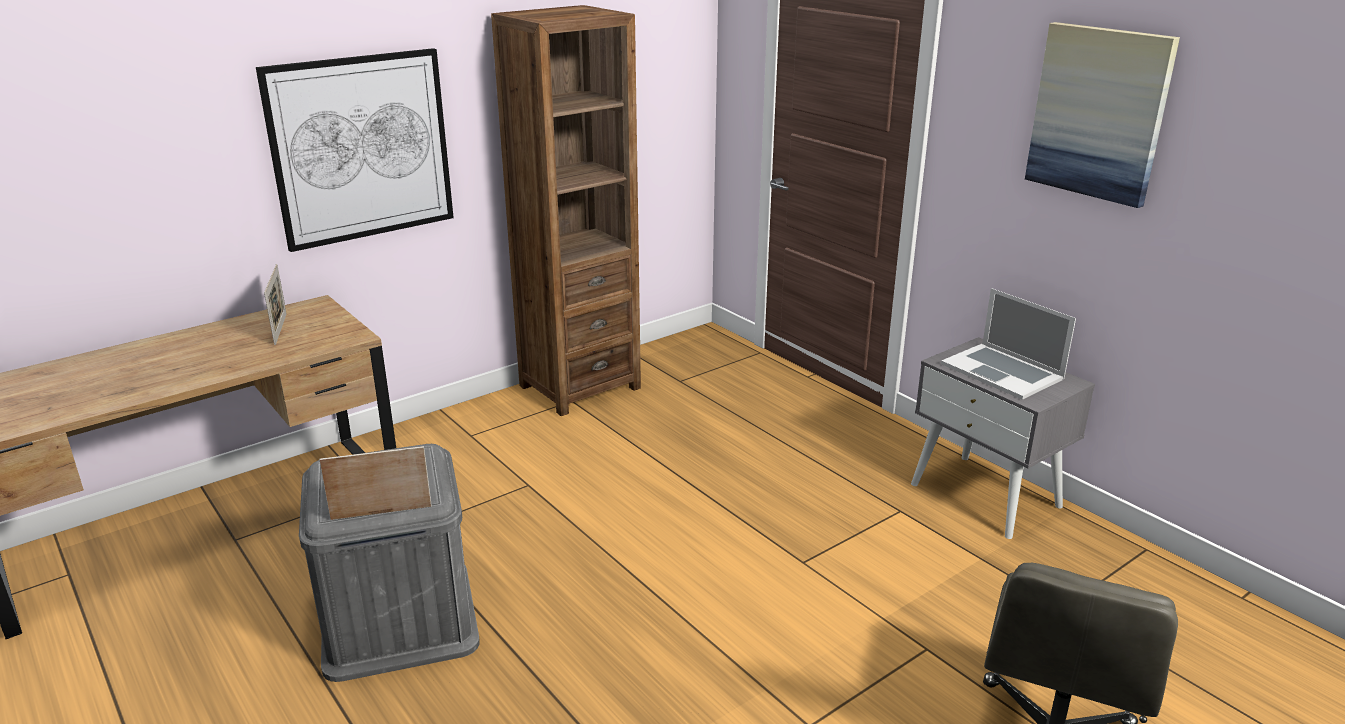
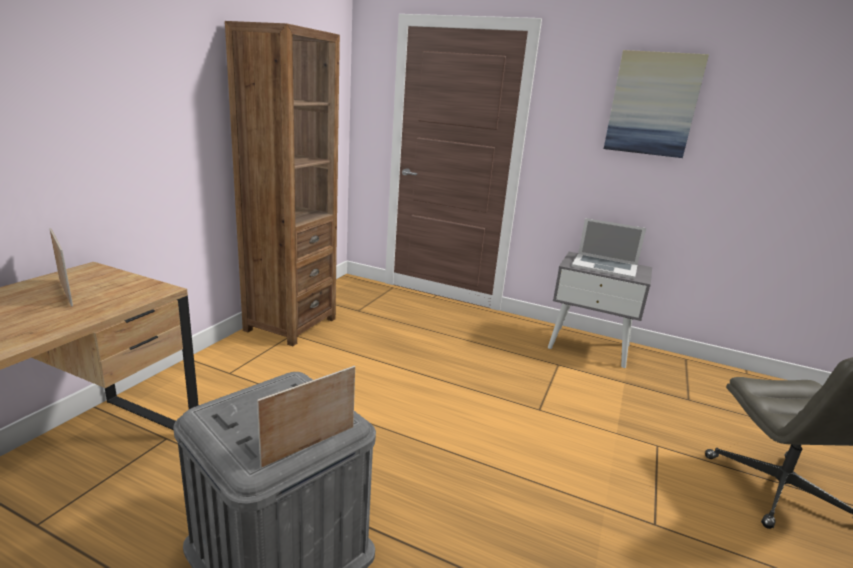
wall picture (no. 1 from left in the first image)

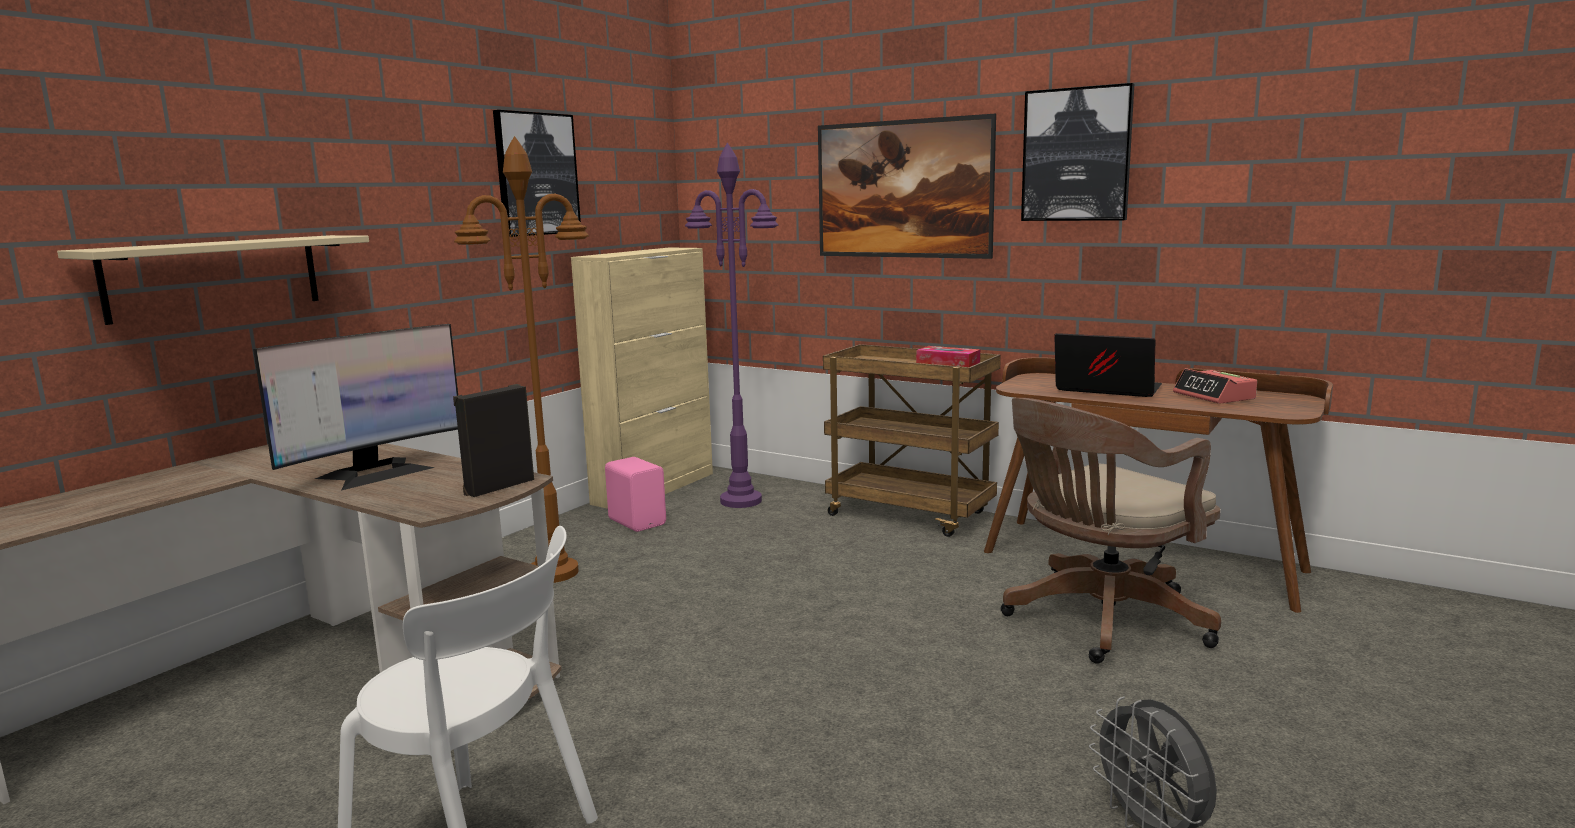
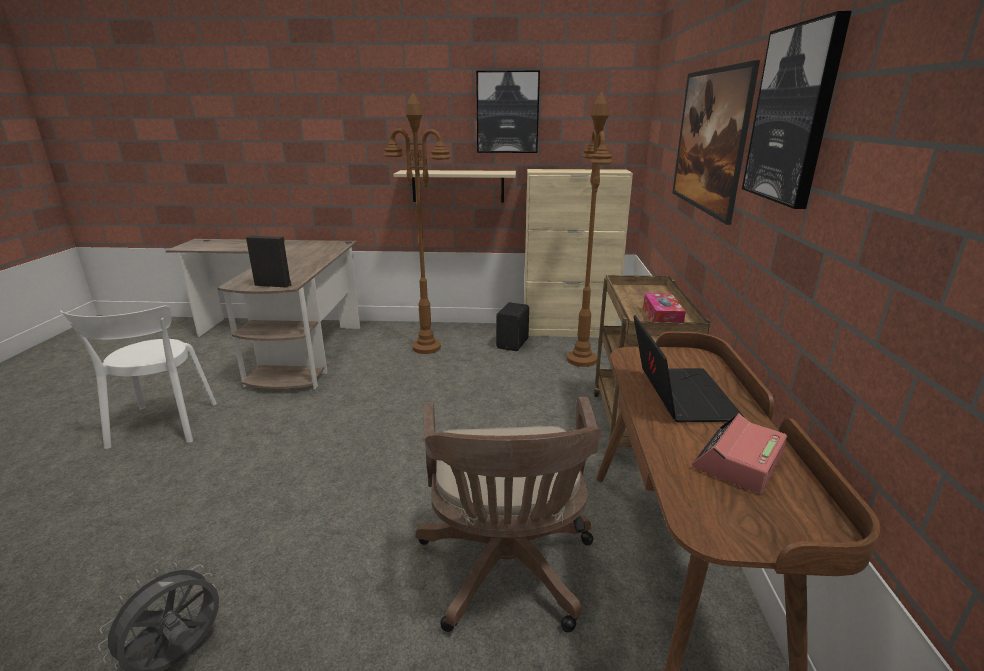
beige-coloured shelf
brownish office chair
blackish speaker (no. 2 from left)
brownish standard lamp (no. 2 from left)
computer screen

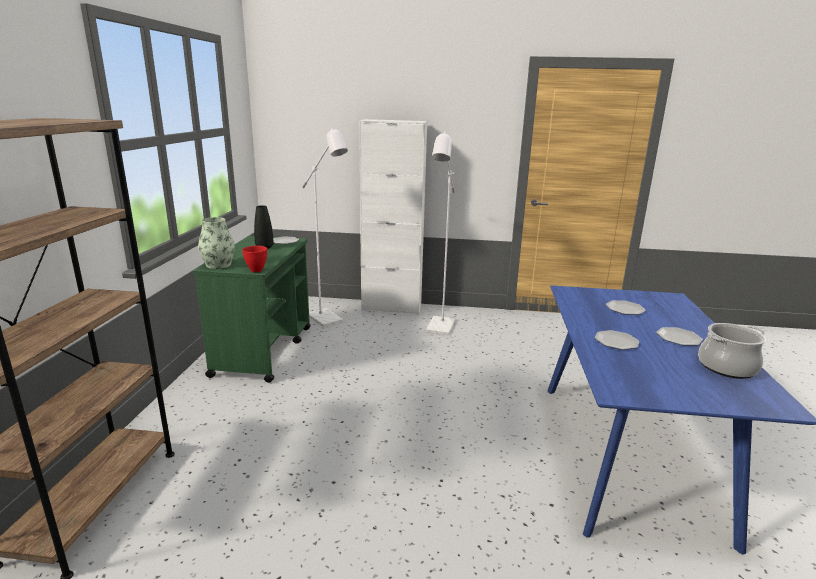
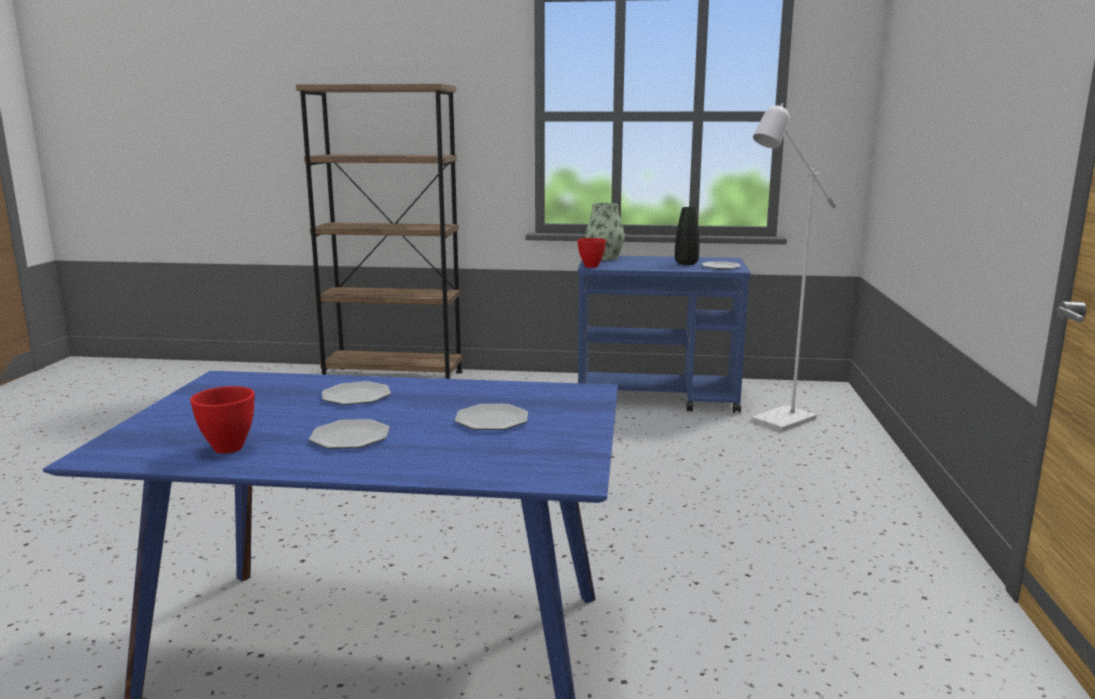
red serving bowl (no. 1 from left)
blue-coloured trolley
whitish cupboard
whitish standard lamp (no. 2 from left in the first image)

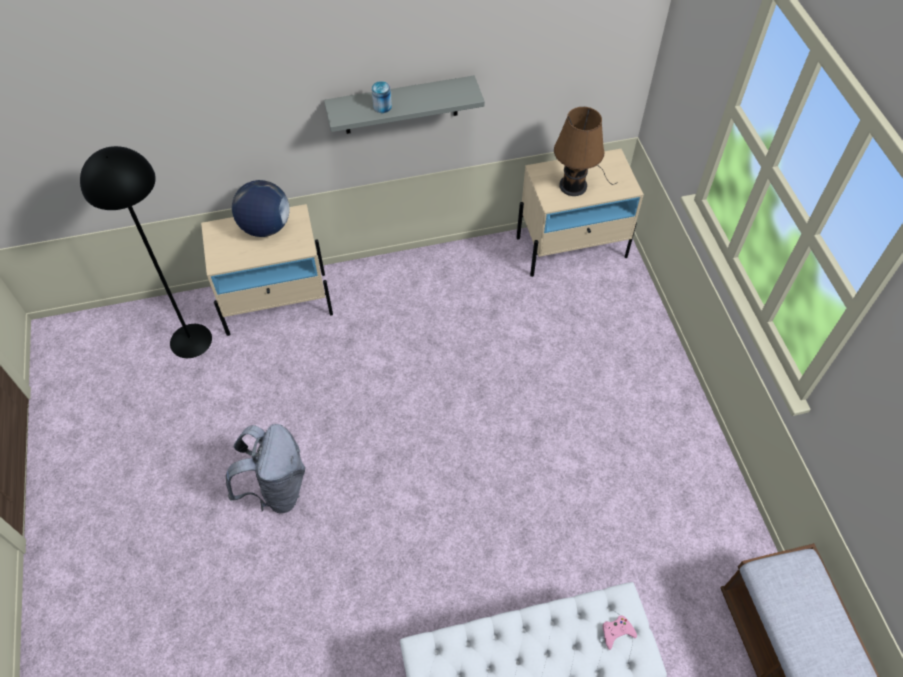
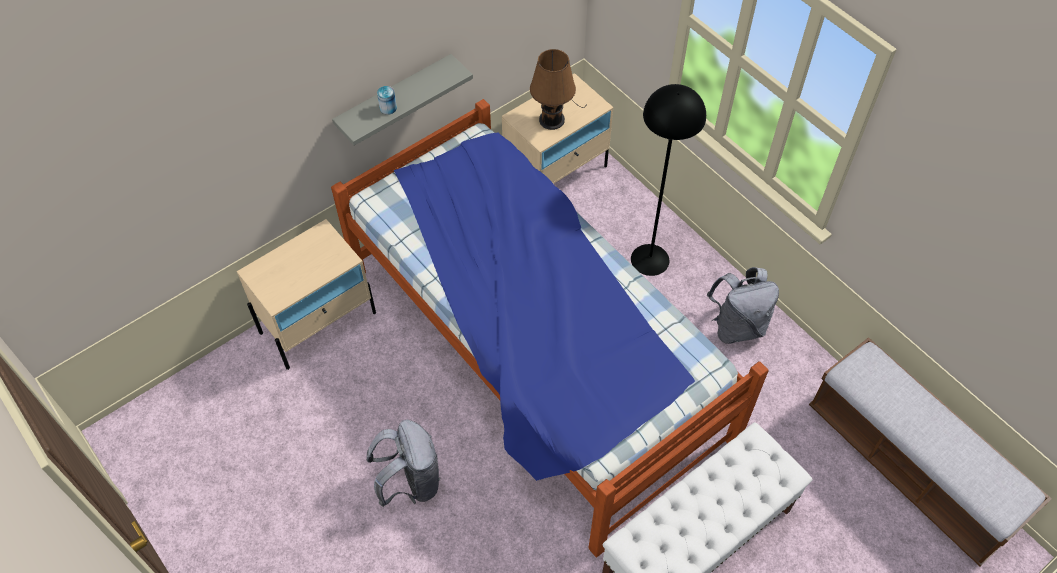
sleeping bed
blackish standard lamp
grey backpack (no. 2 from left)
desk globe
pink-coloured gamepad

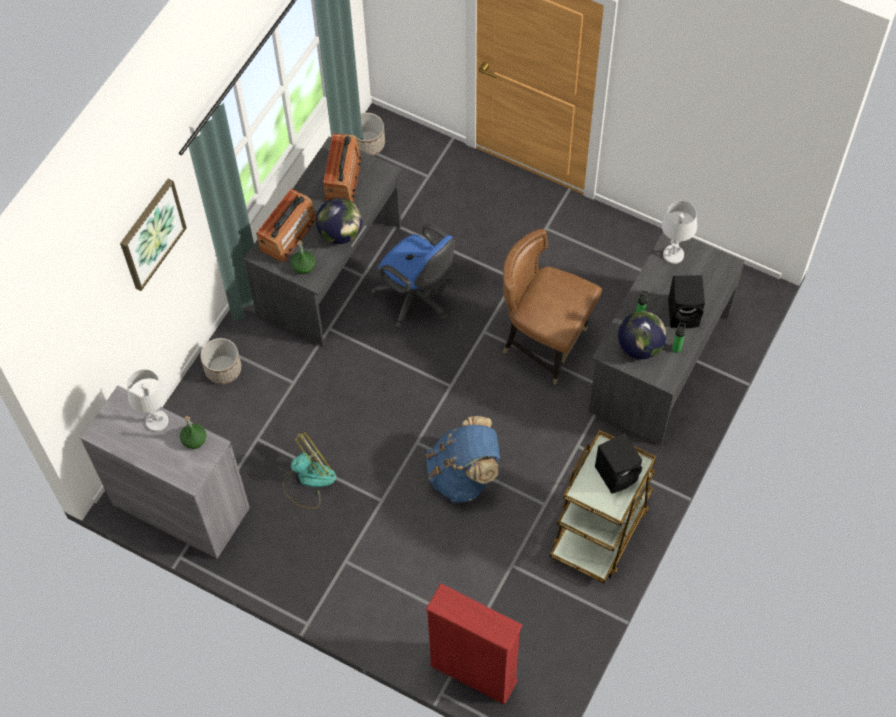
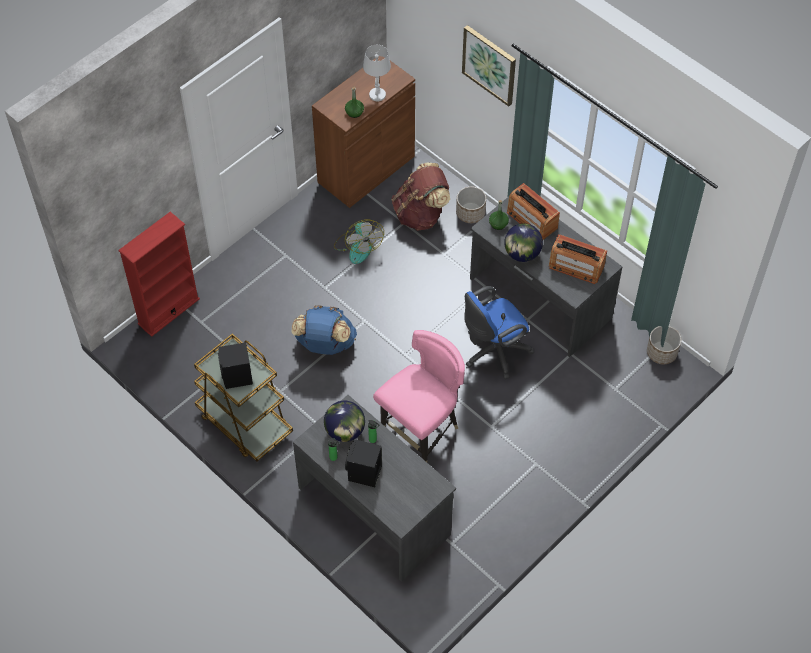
brownish cupboard
pink-coloured plain chair
brownish backpack
whitish table lamp (no. 2 from left in the first image)

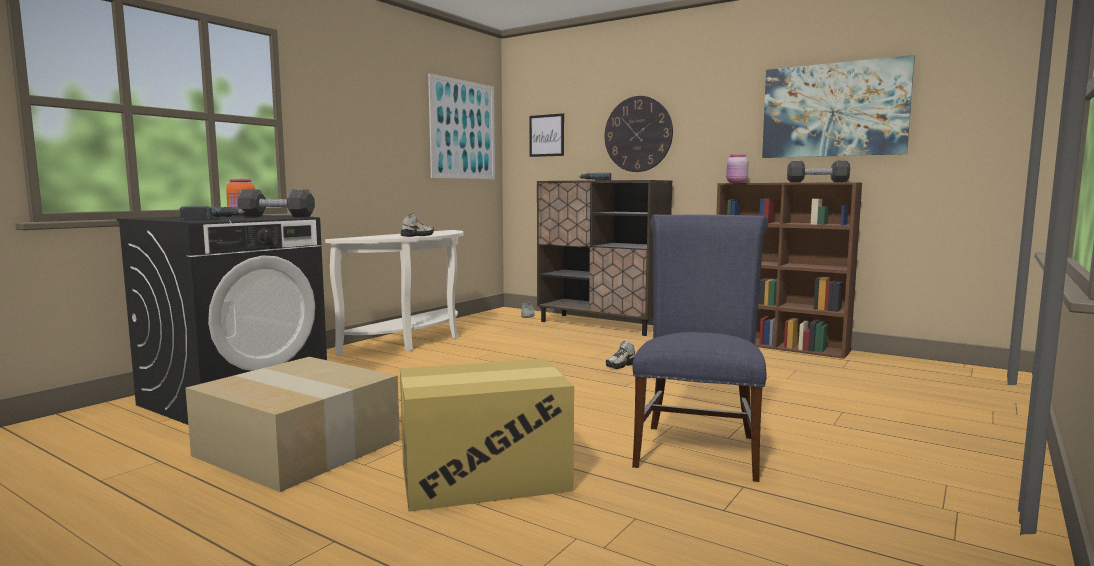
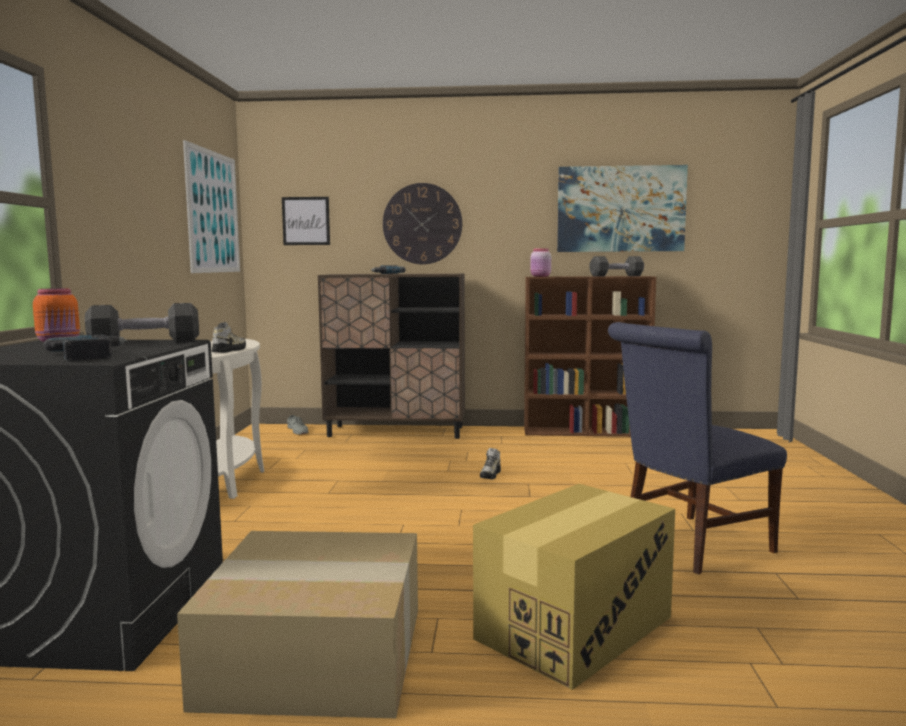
blue-coloured plain chair

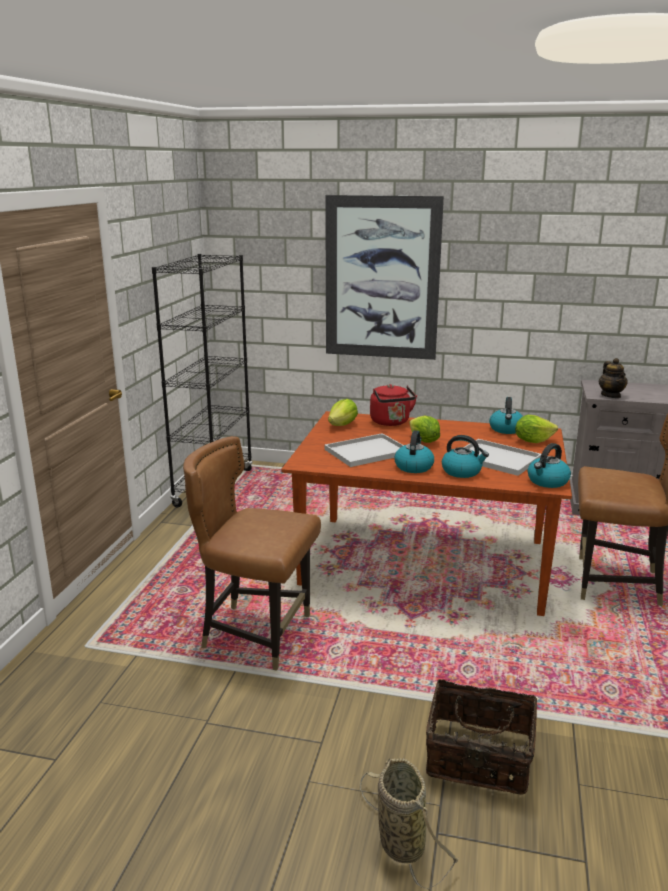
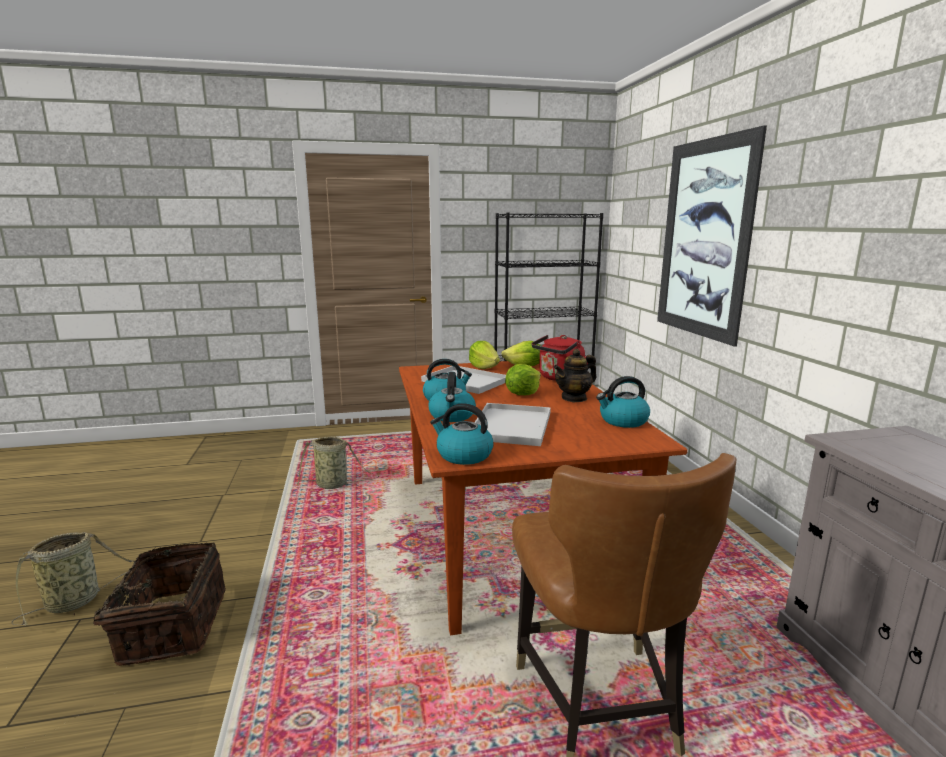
storage basket (no. 3 from left)
lettuce (no. 1 from left)
pot for tea

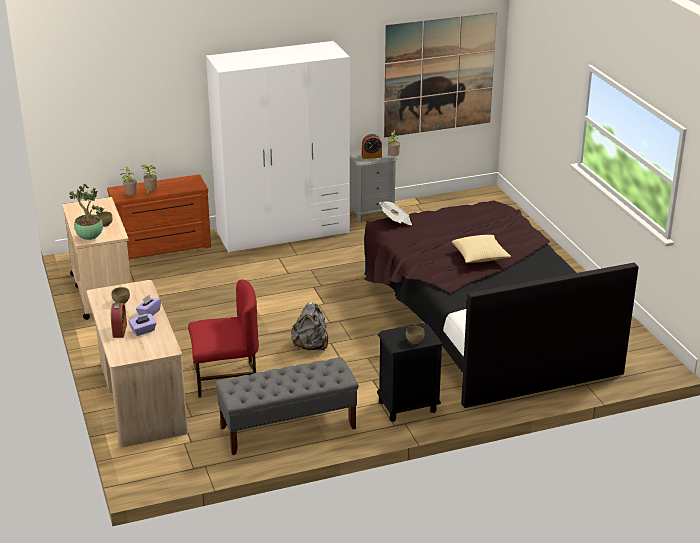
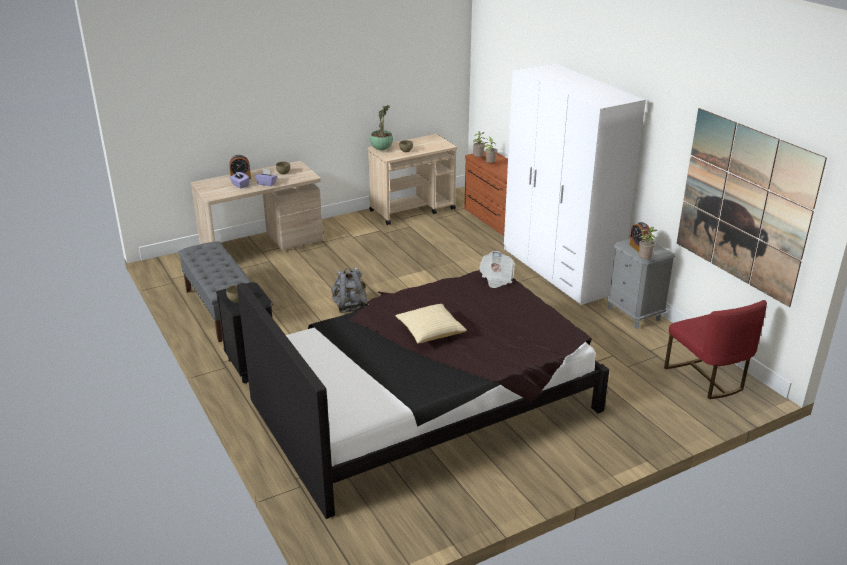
red plain chair

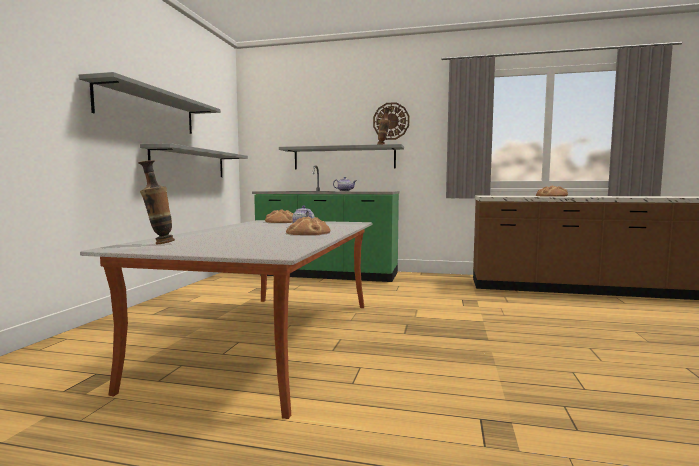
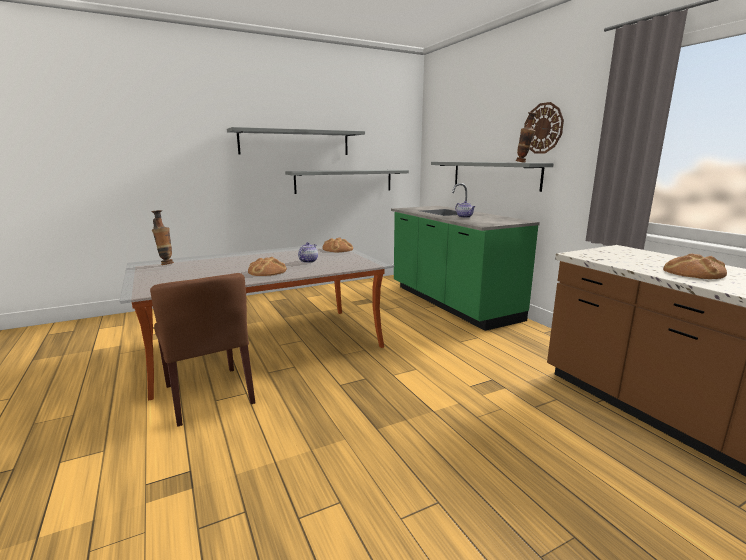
brownish plain chair

